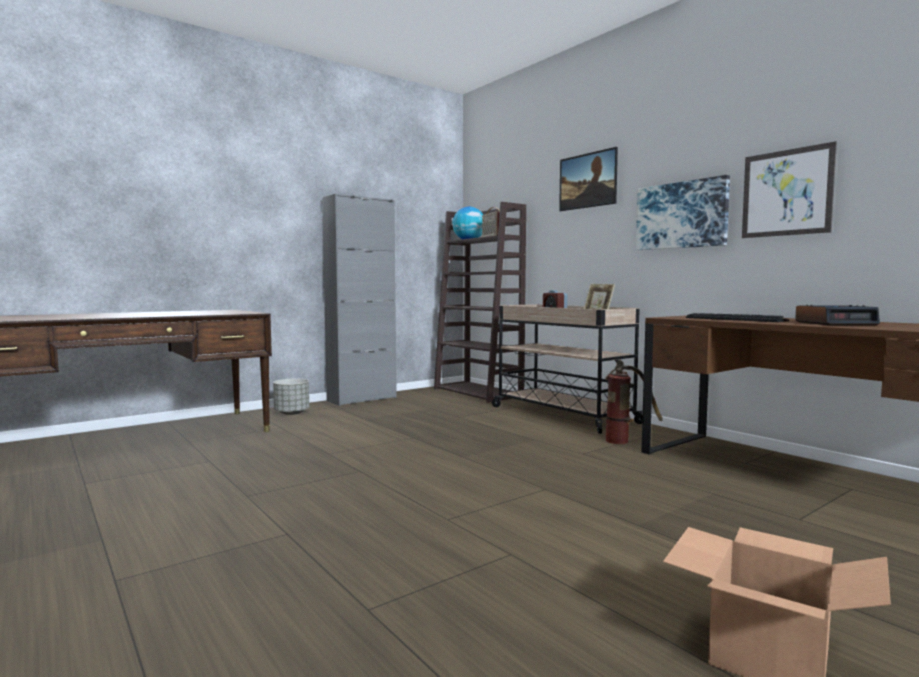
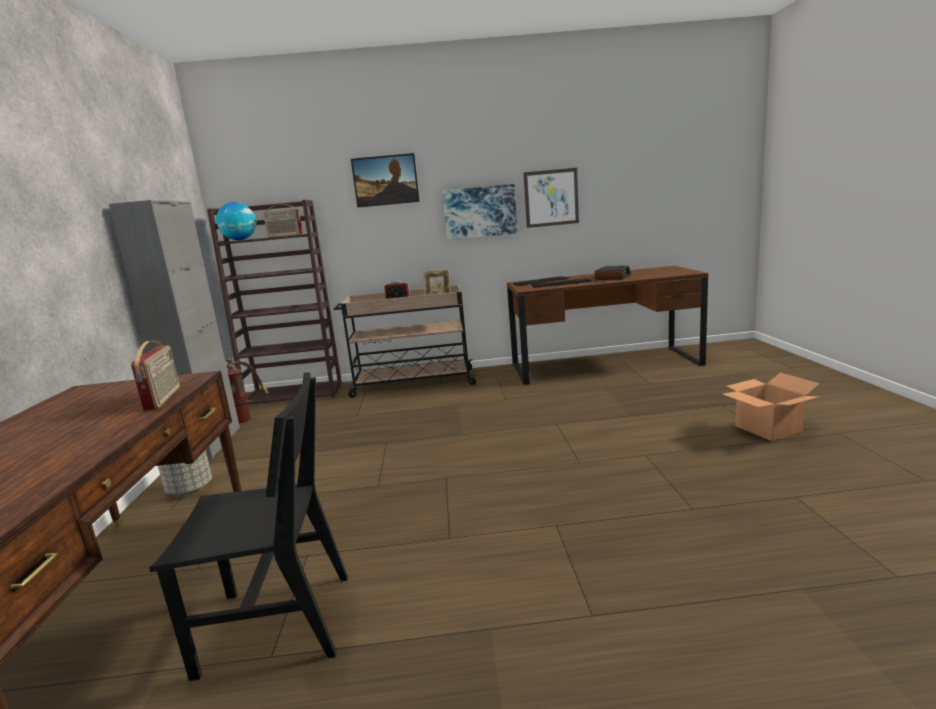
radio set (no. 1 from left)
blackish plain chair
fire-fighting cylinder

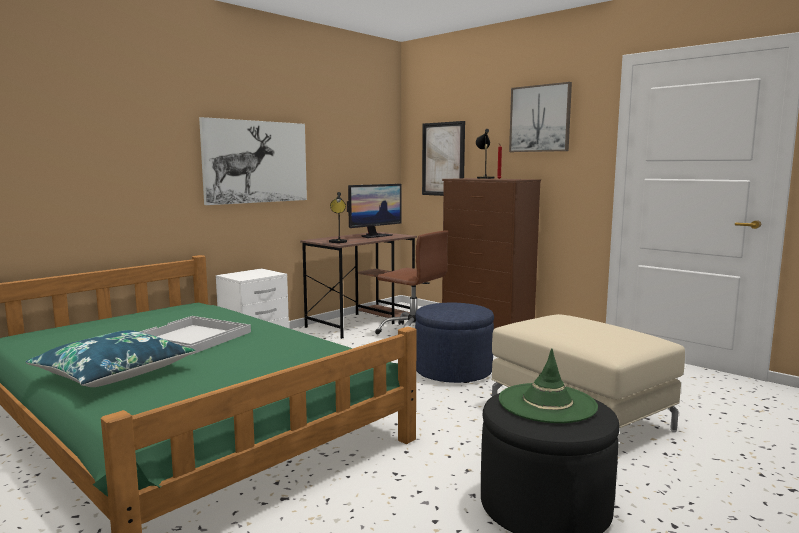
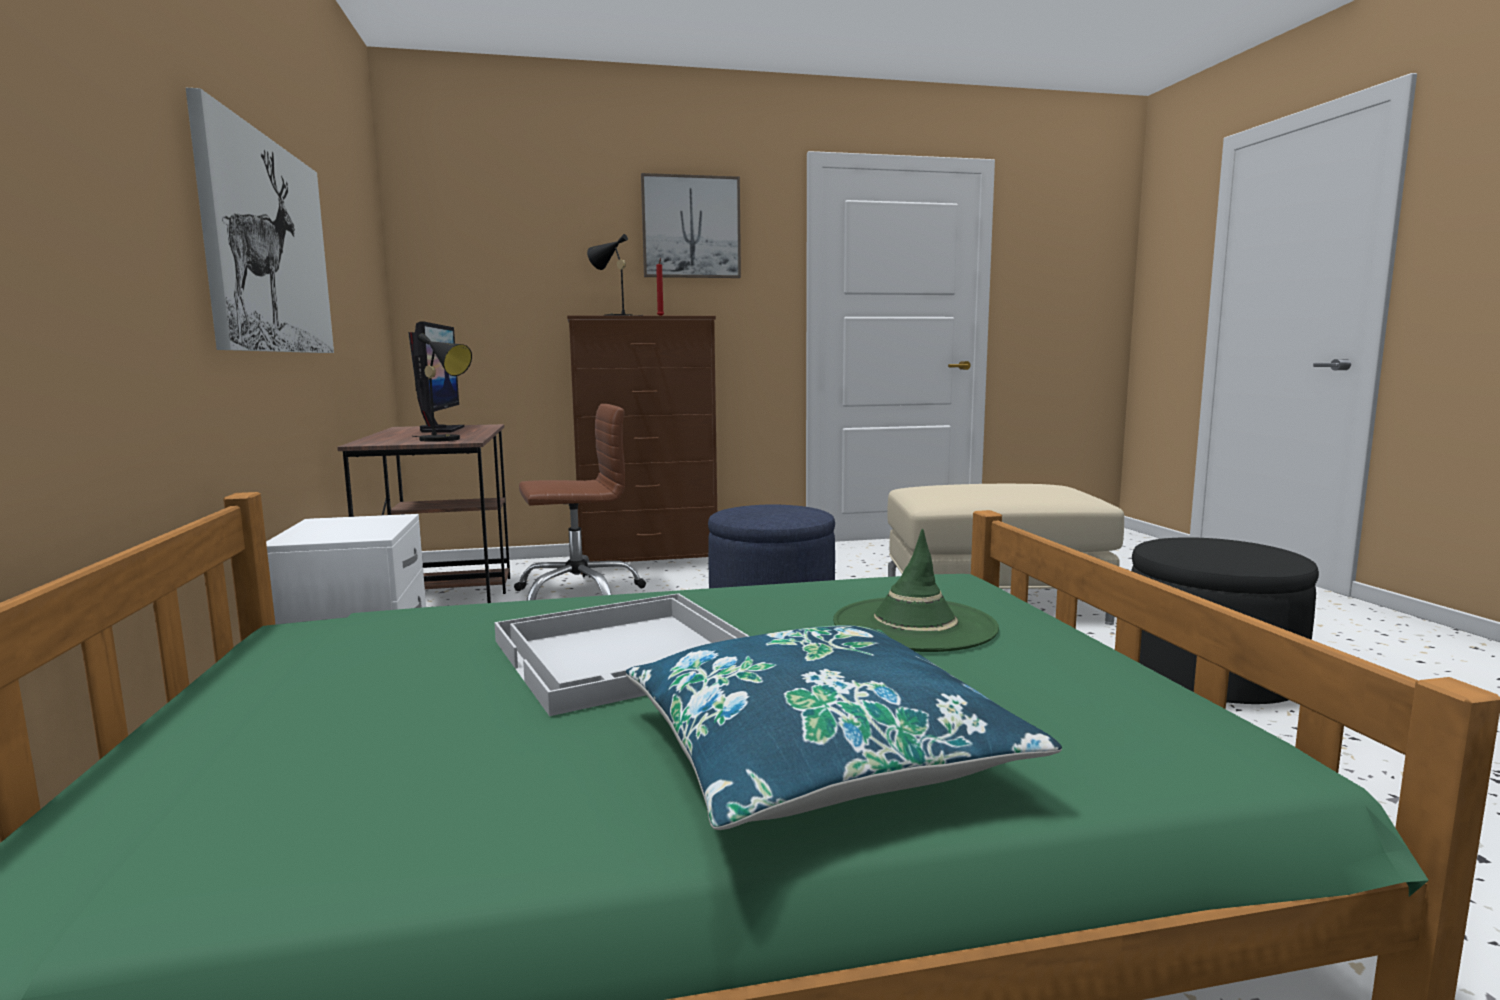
green-coloured clothing hat
wall picture (no. 2 from left in the first image)

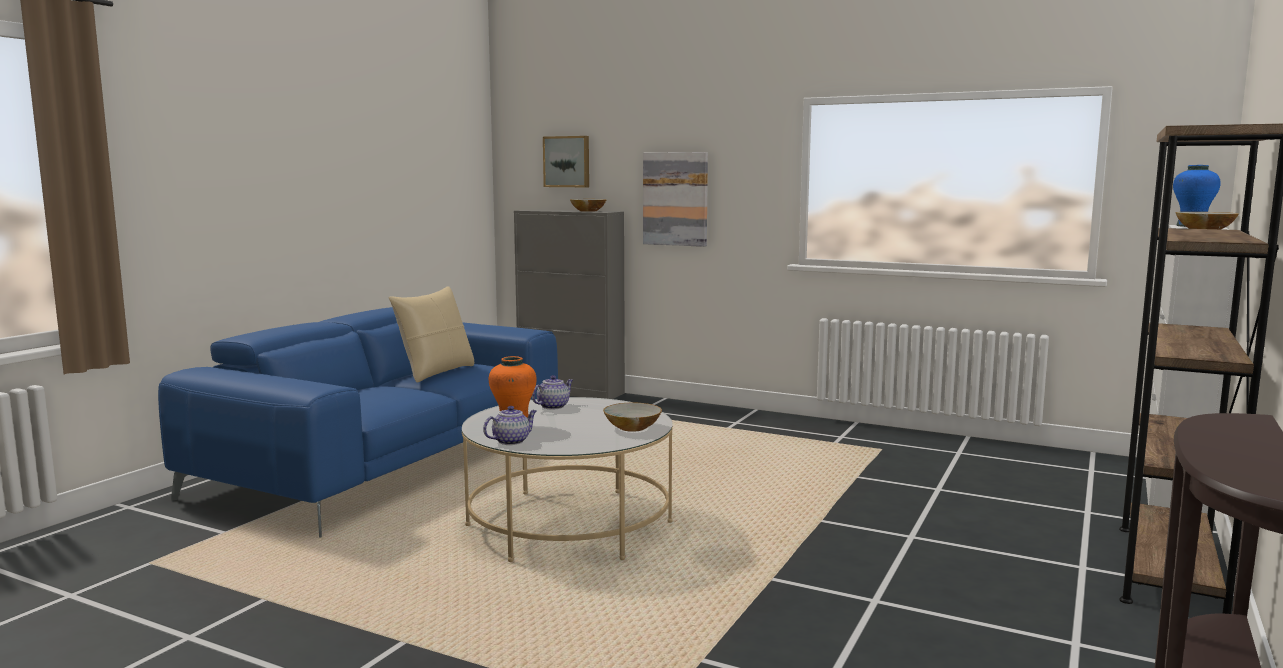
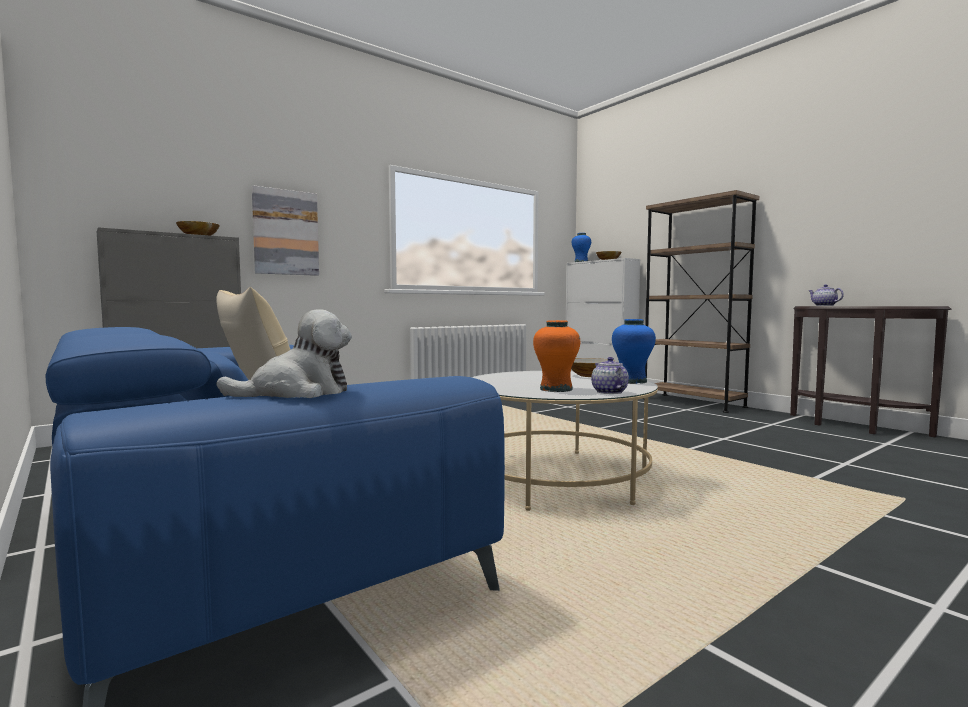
plush toy
blue-coloured flower vase (no. 2 from left)
pot for tea (no. 2 from left)
wall picture (no. 1 from left in the first image)

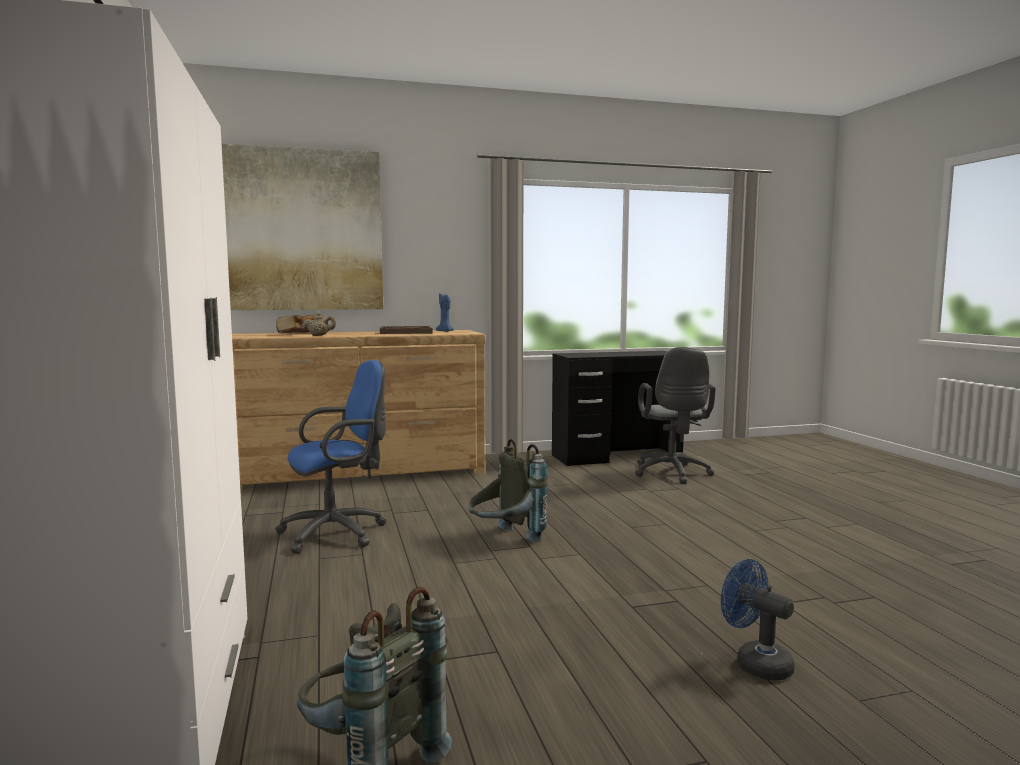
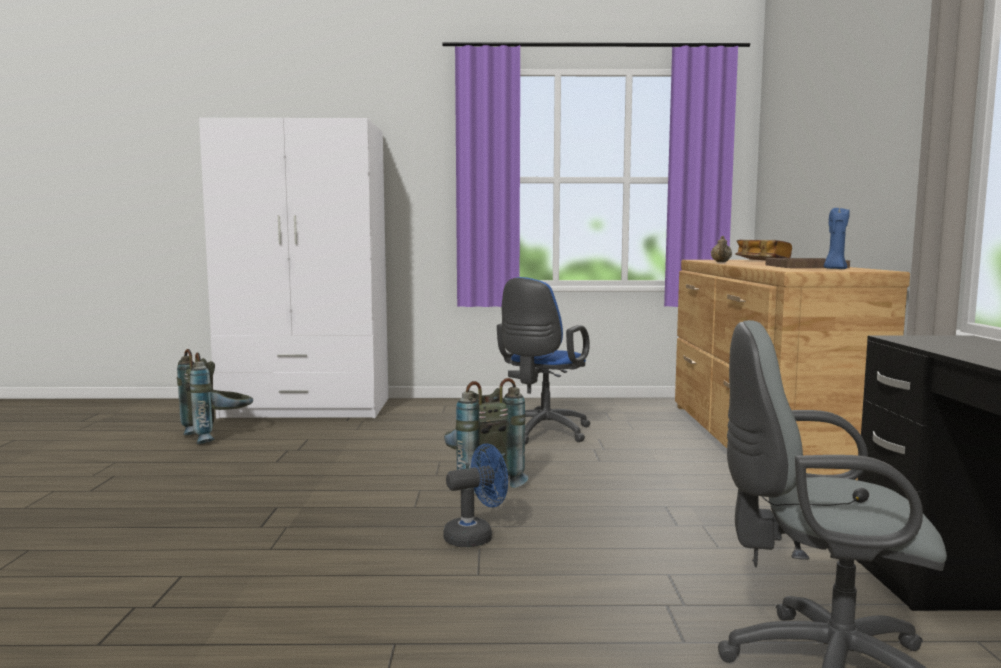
blue-coloured cooling fan
blue-coloured office chair
wall picture

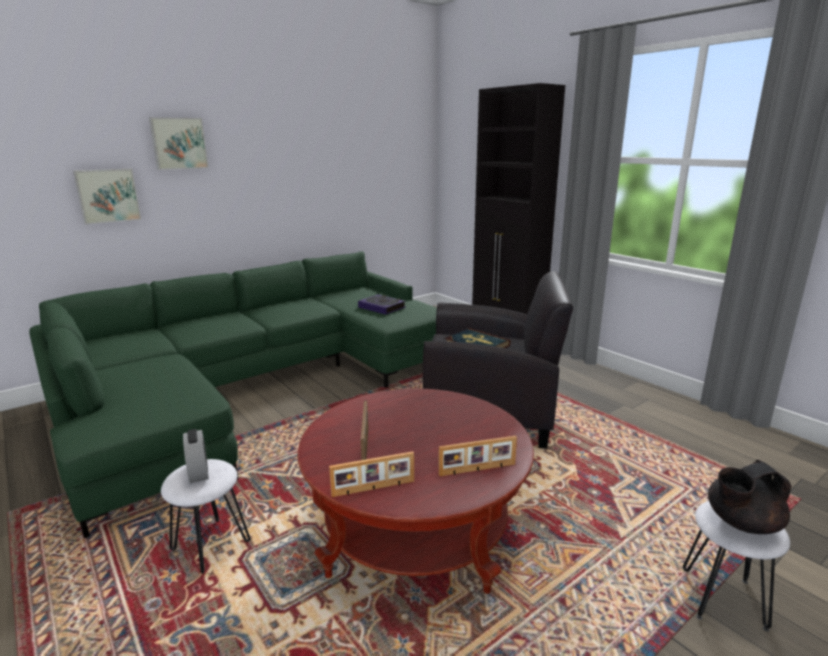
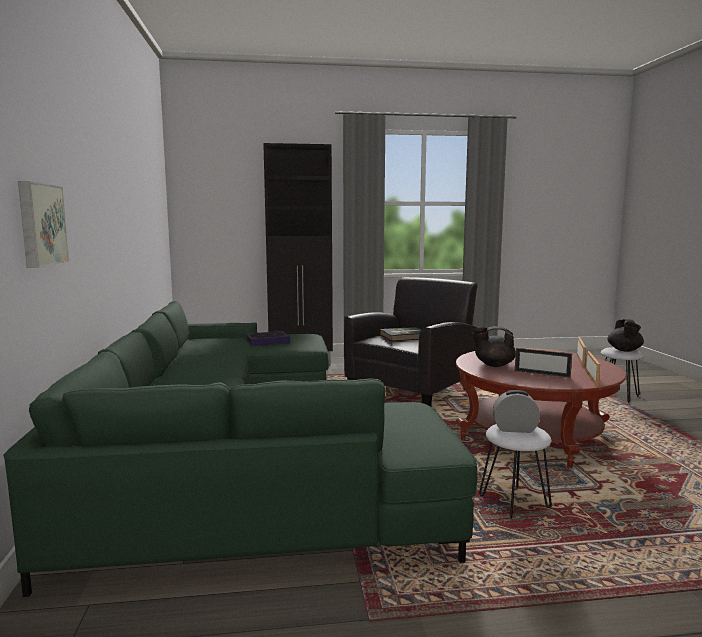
blackish pot for tea (no. 1 from left)
wall picture (no. 2 from left in the first image)

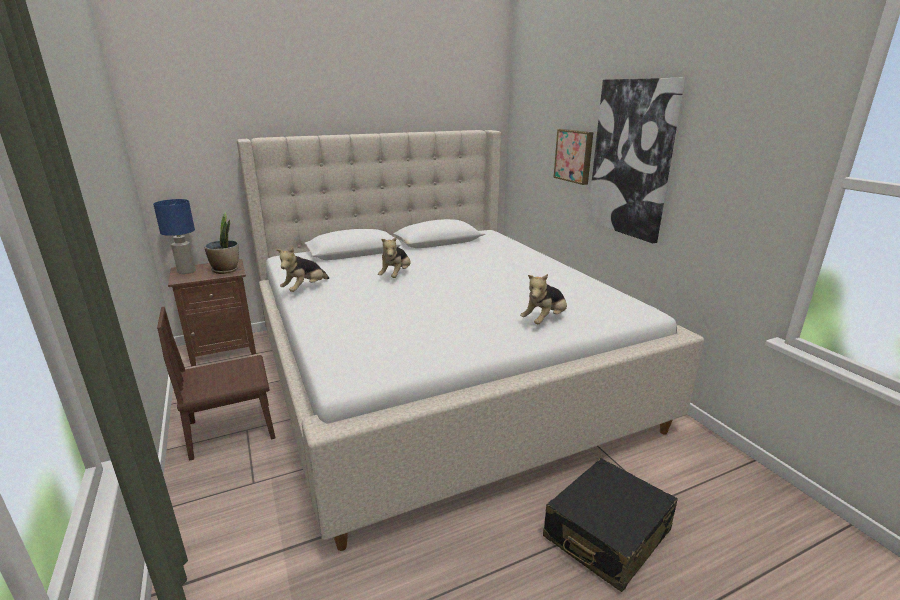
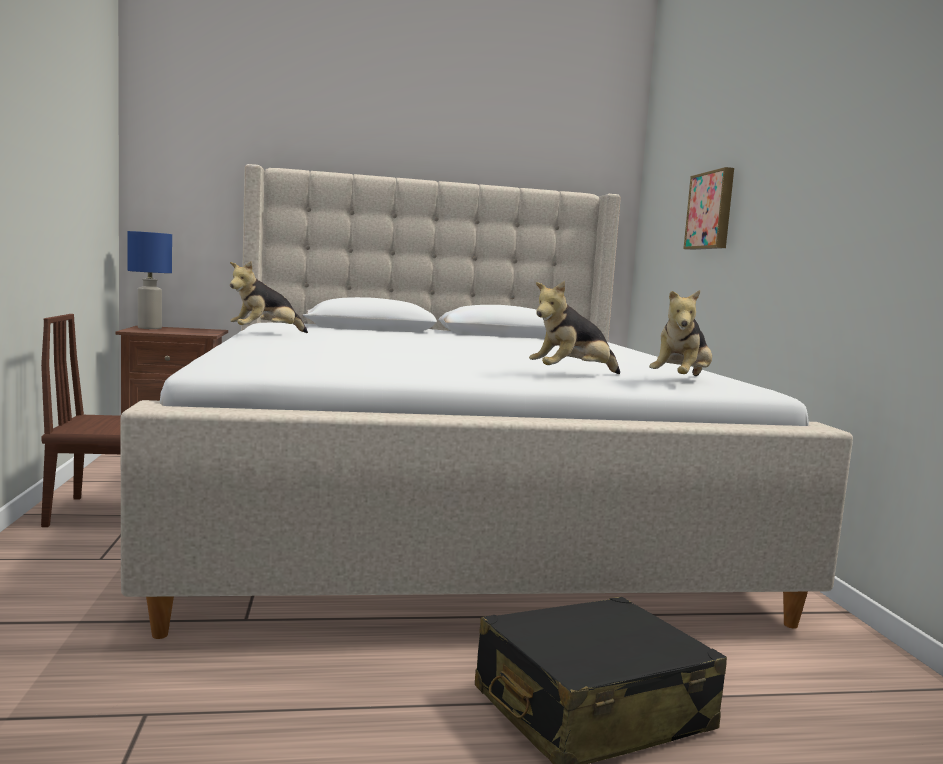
plush toy (no. 3 from left)
houseplant
wall picture (no. 2 from left in the first image)

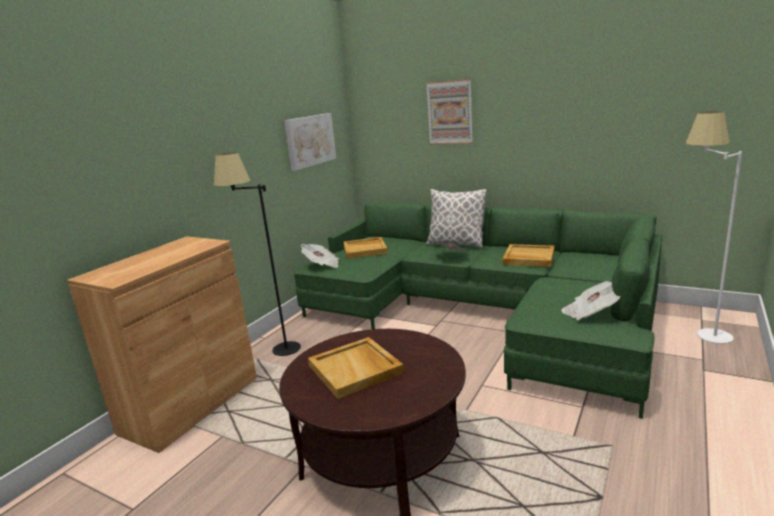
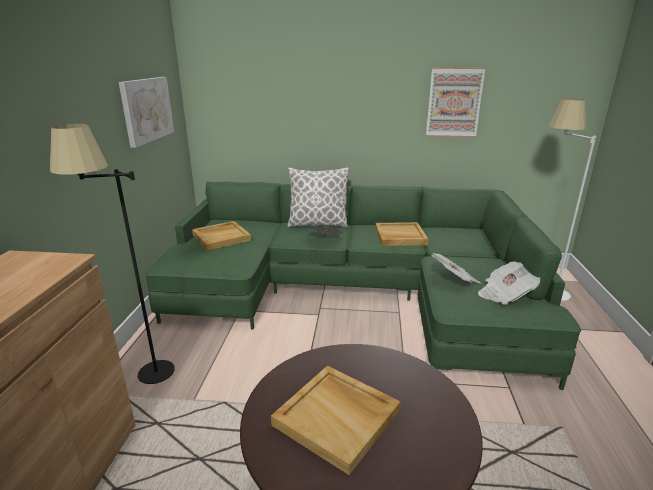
wall picture (no. 2 from left)
printed paper (no. 2 from left)

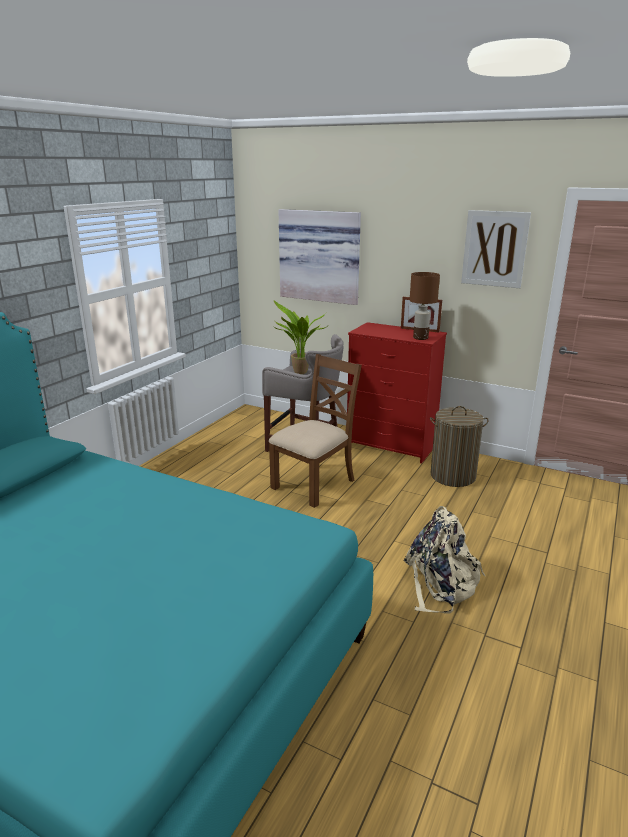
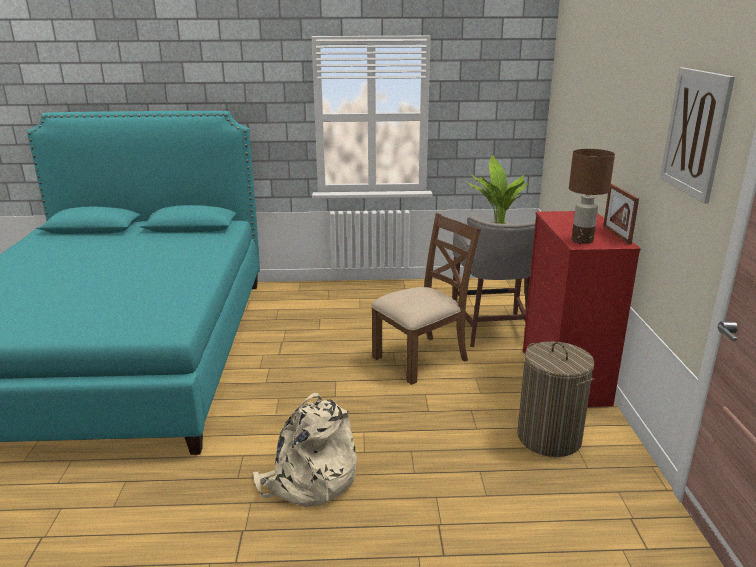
brownish plain chair
wall picture (no. 1 from left in the first image)

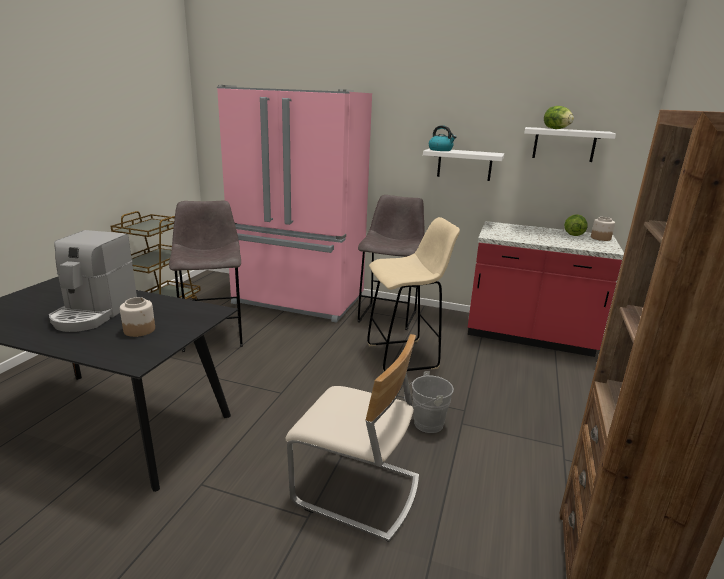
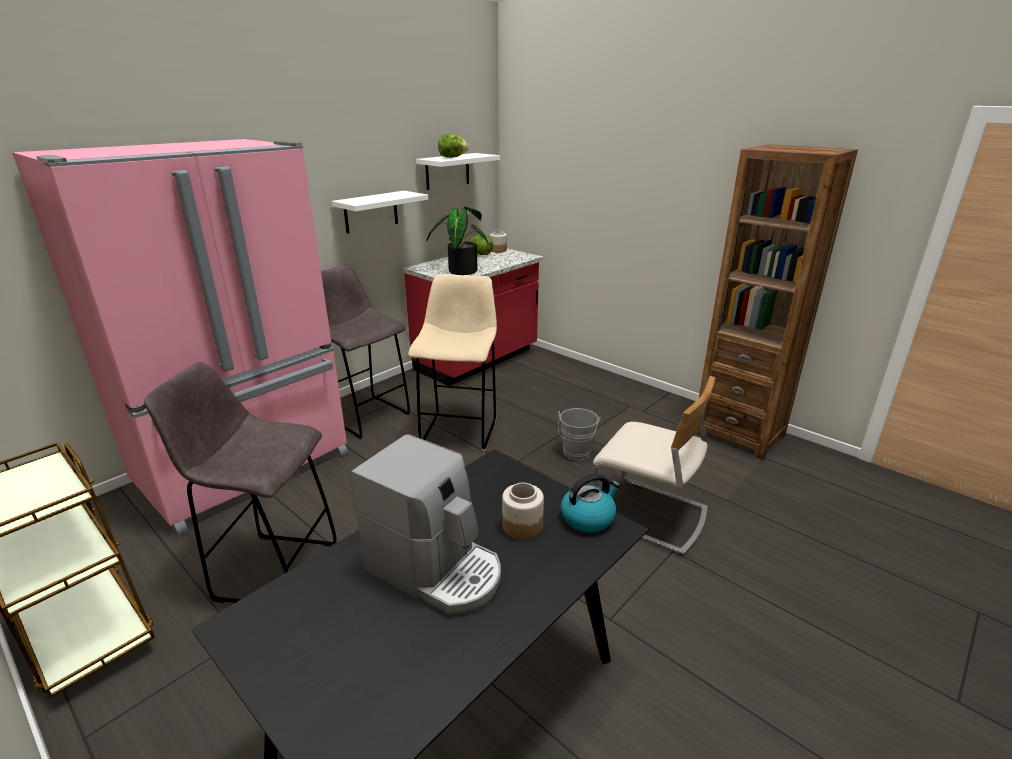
houseplant
tea kettle
beige-coloured plain chair

